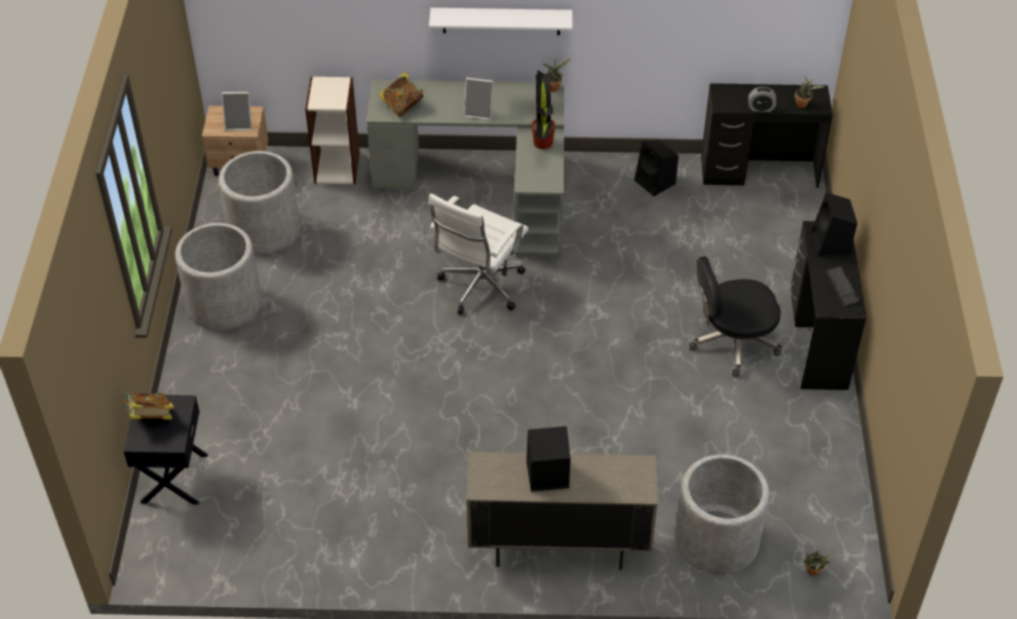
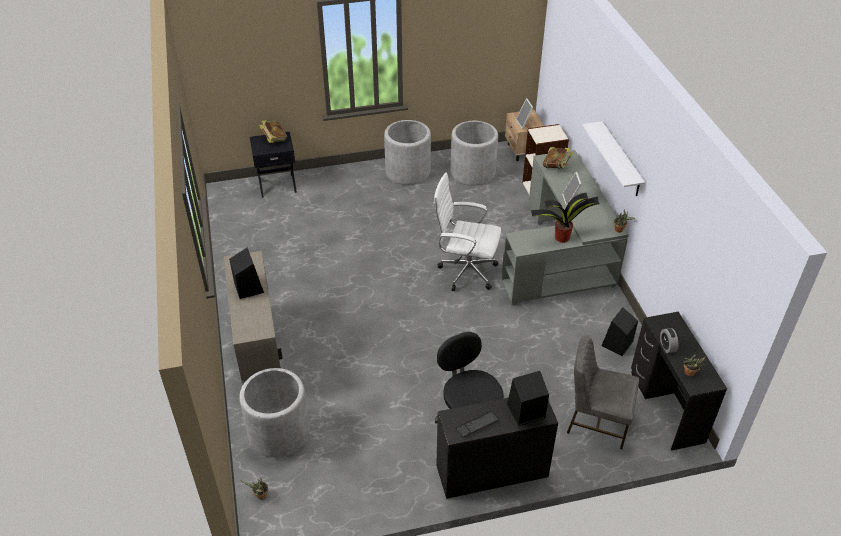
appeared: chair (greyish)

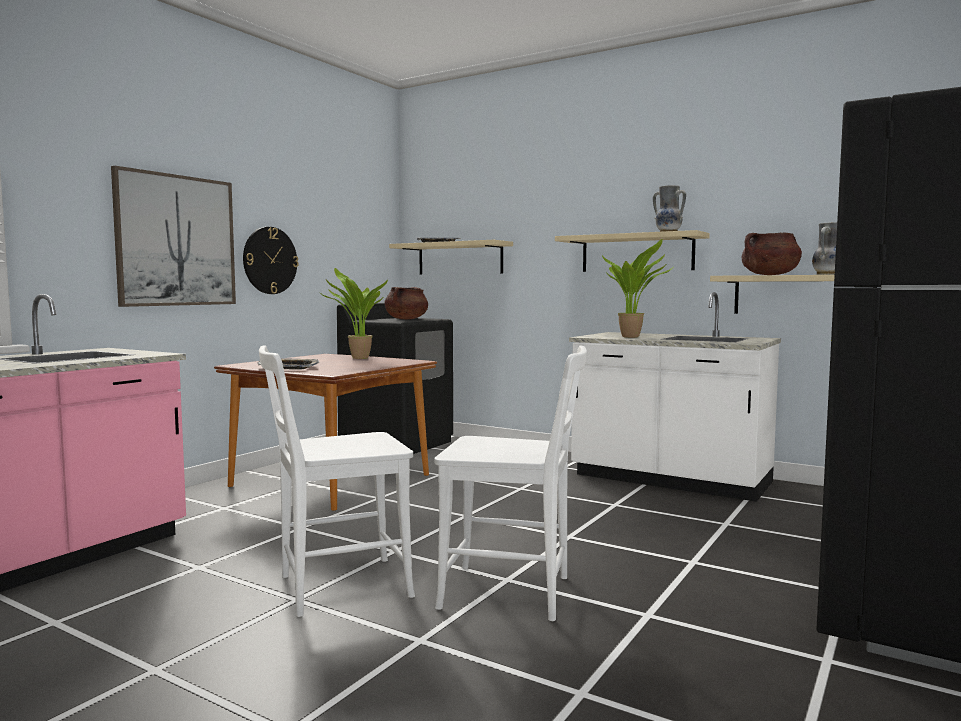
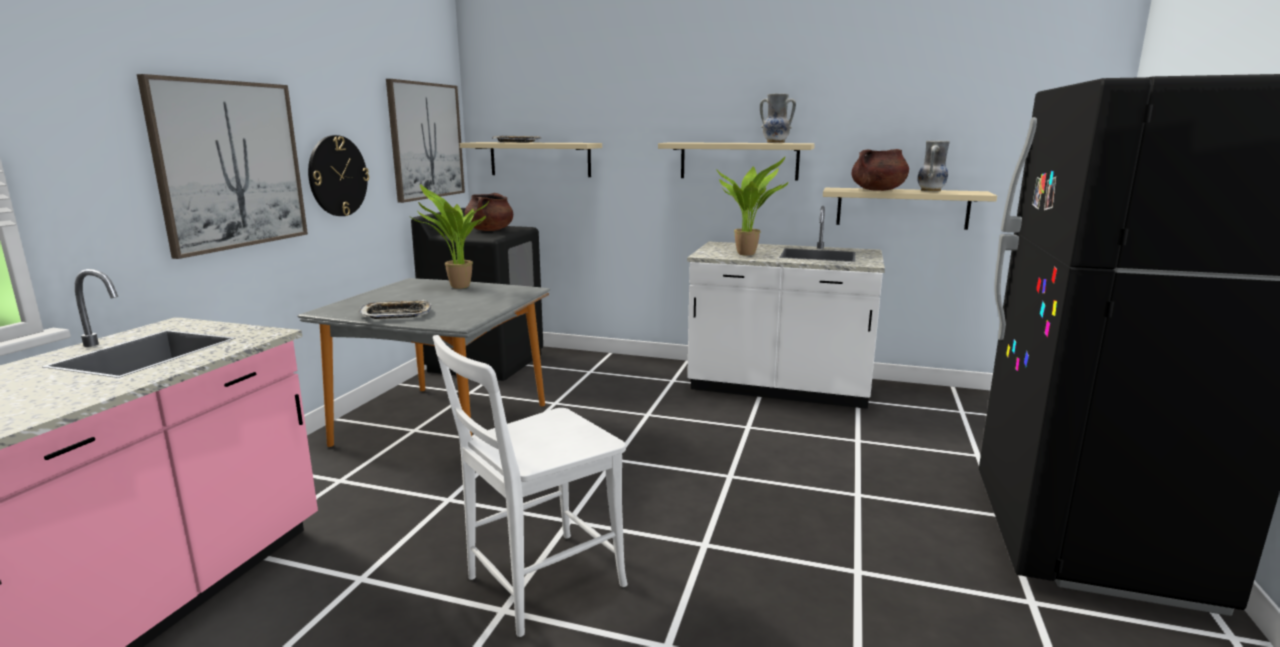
missing: chair (white) (no. 2 from left)
appeared: picture (no. 2 from left)
colour: dinner table (brown) to dinner table (greyish)

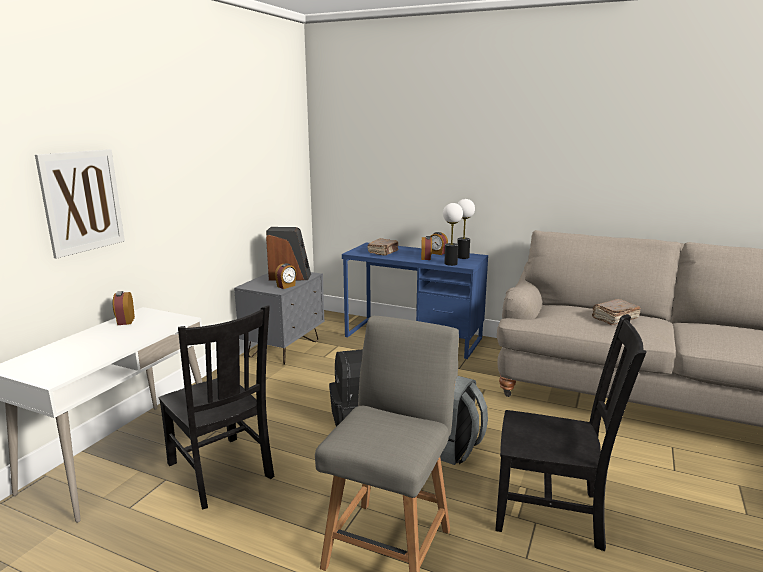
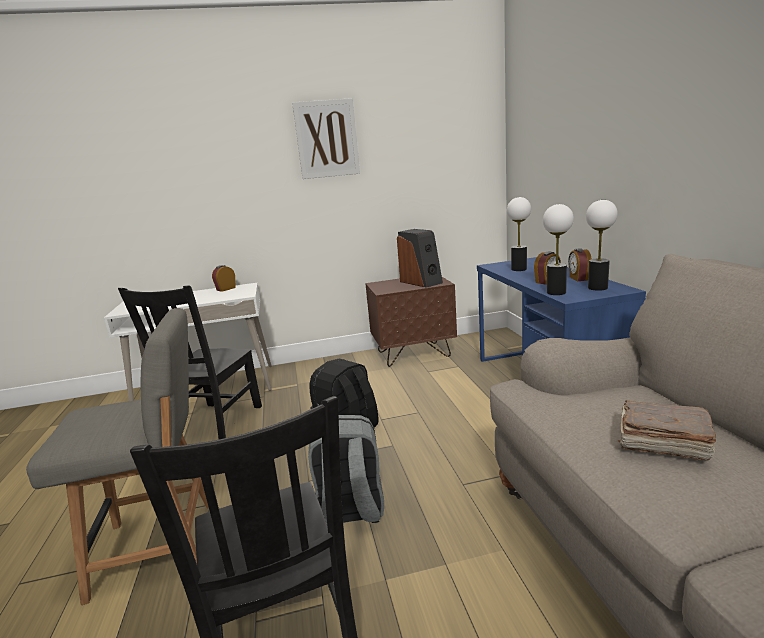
missing: table clock (no. 2 from left)
relocated: picture
exchanged: bound book (brown) (no. 1 from left) to lamp for a table (no. 1 from left)
colour: nightstand (greyish) to nightstand (brown)

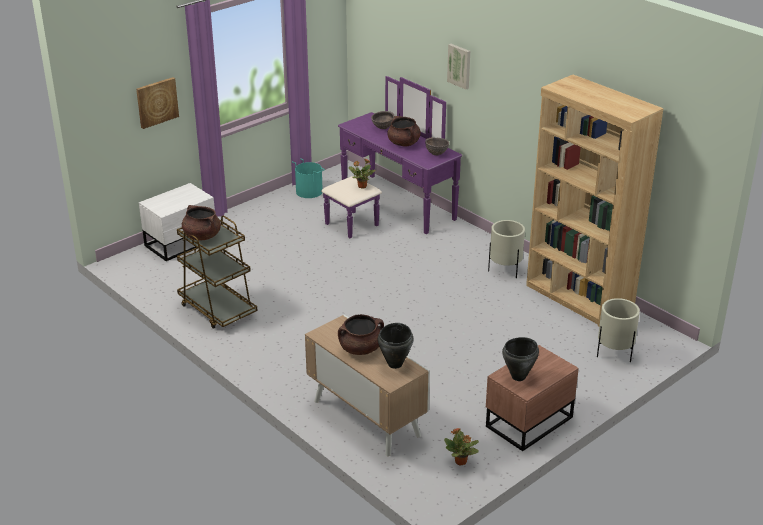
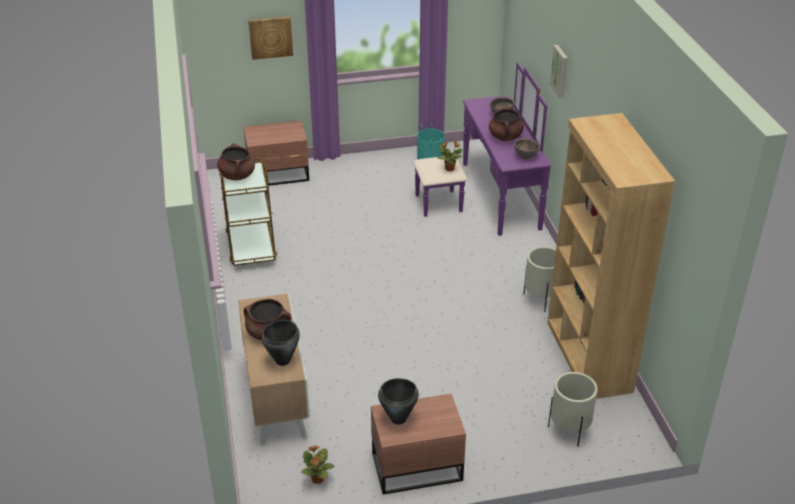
colour: nightstand (white) to nightstand (brown) (no. 1 from left)

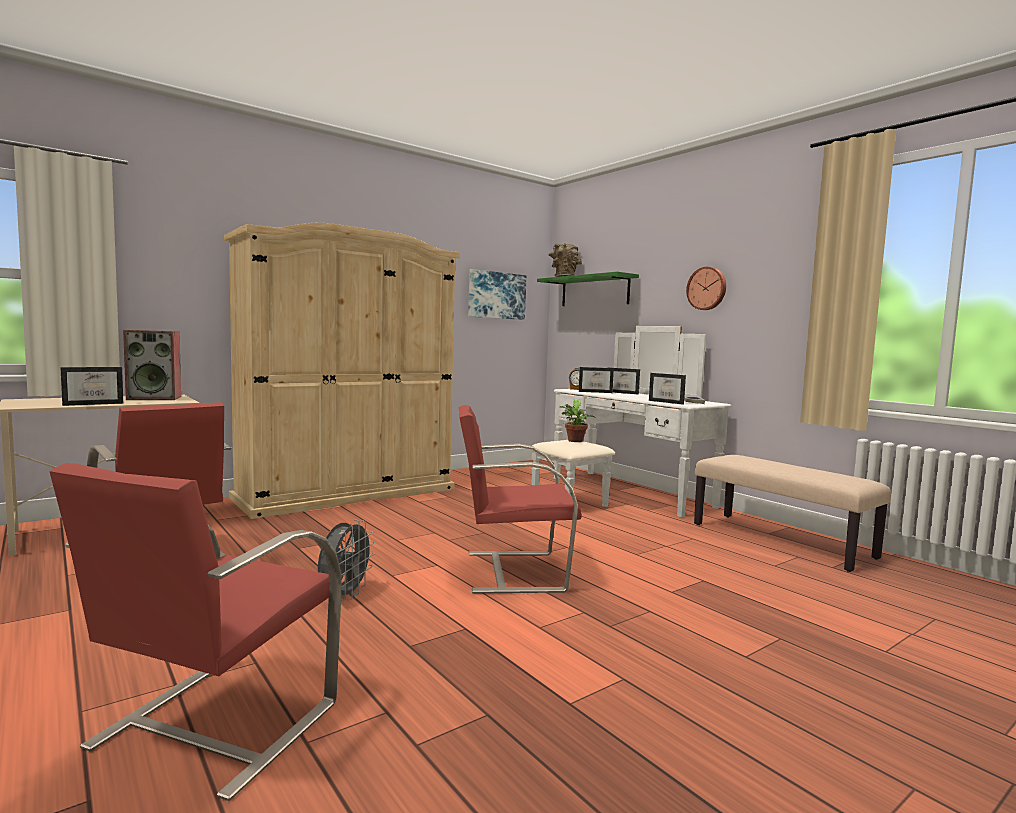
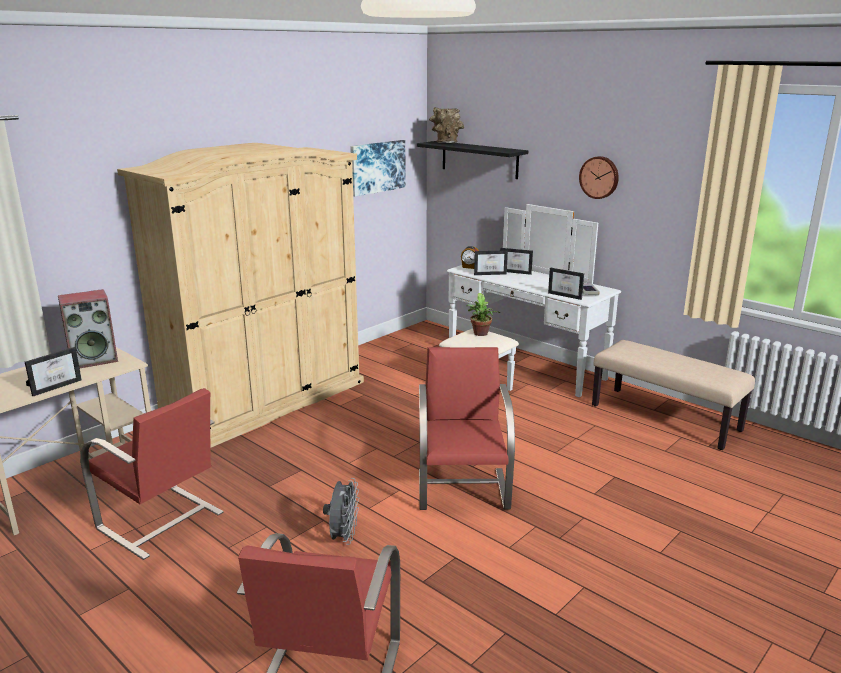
colour: bracket shelf (greenish) to bracket shelf (black-coloured)
spun: chair (red) (no. 3 from left) 105 degrees clockwise

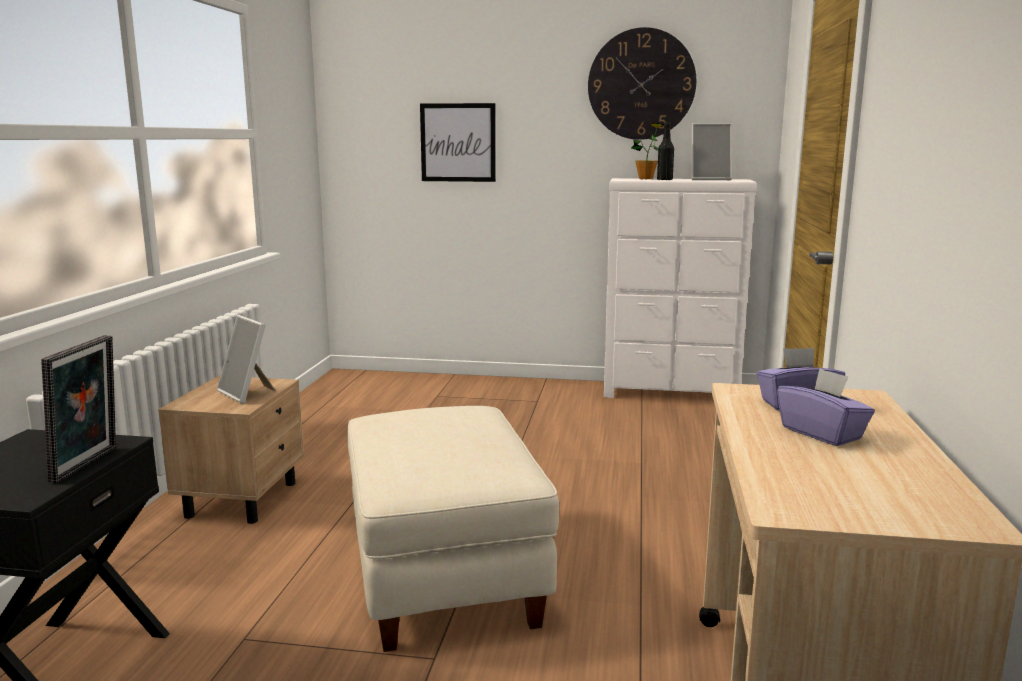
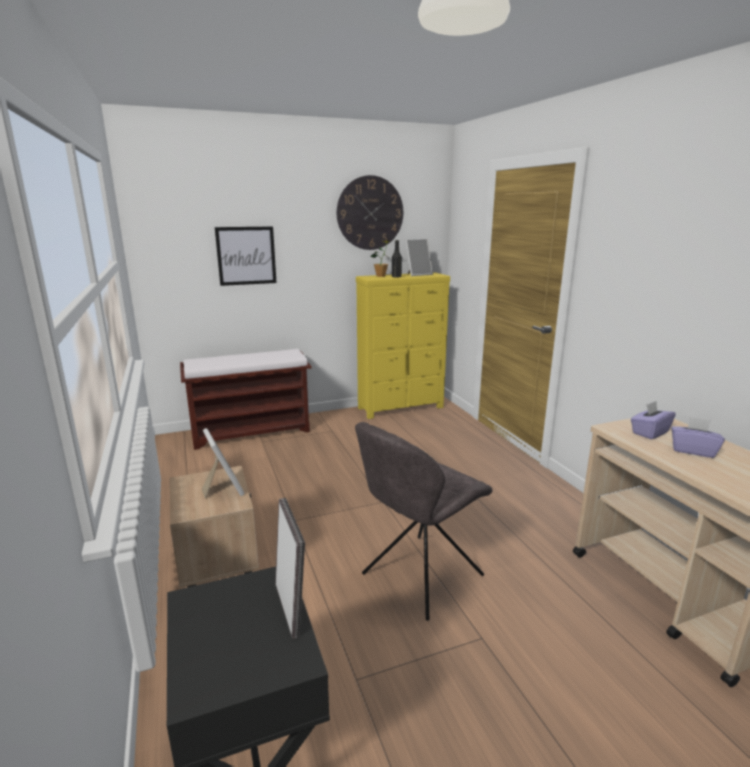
appeared: bench (brown)
exchanged: pouffe (beige-coloured) to chair (greyish)
colour: chest of drawers (white) to chest of drawers (yellow-coloured)
spun: picture frame (no. 2 from left in the first image) 135 degrees counterclockwise

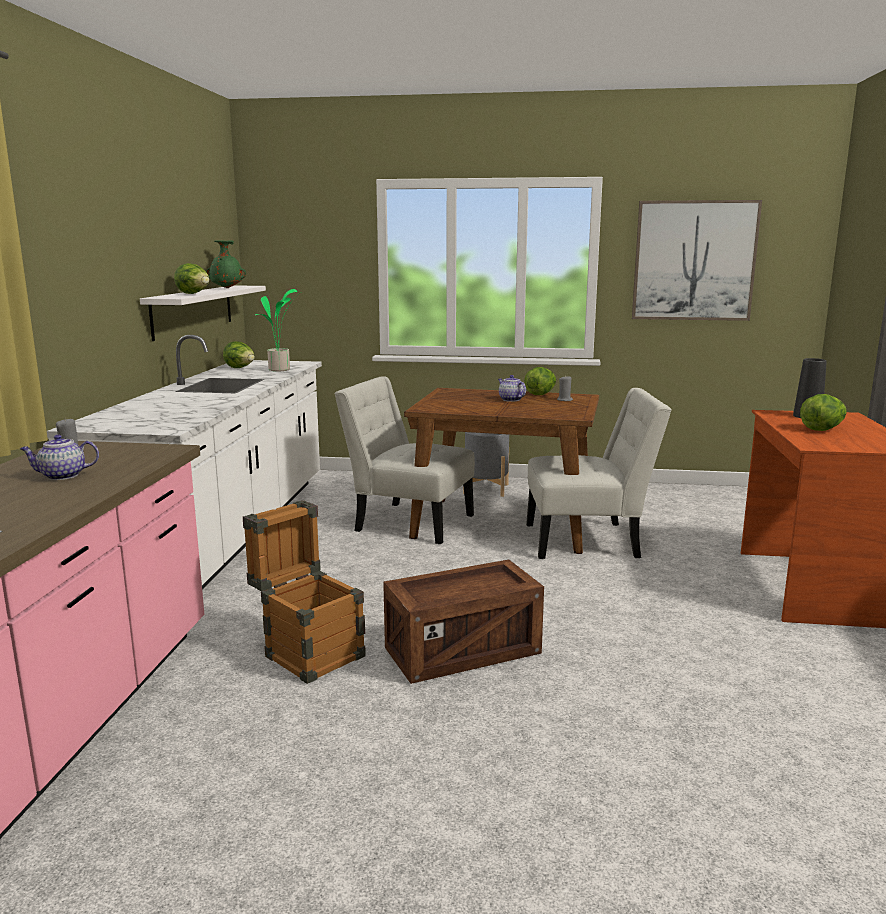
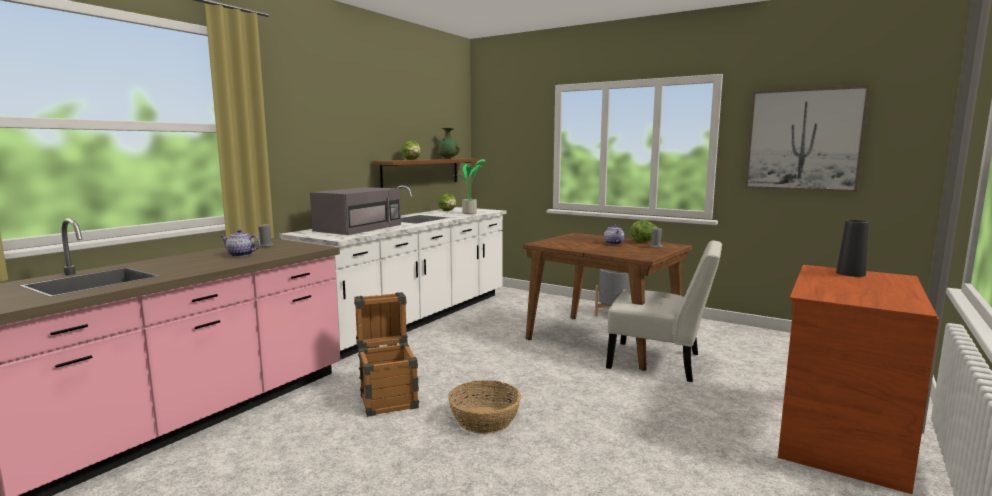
missing: chair (white) (no. 1 from left); head of lettuce (no. 4 from left)
appeared: microwave (greyish)
exchanged: crate (no. 2 from left) to household basket
colour: bracket shelf (white) to bracket shelf (brown)

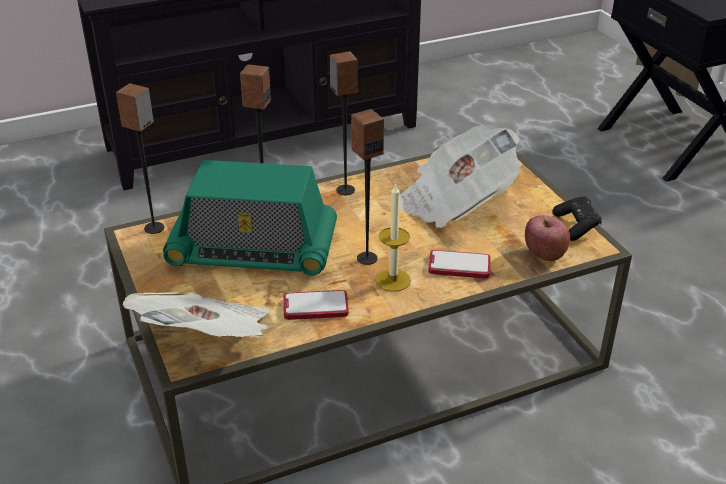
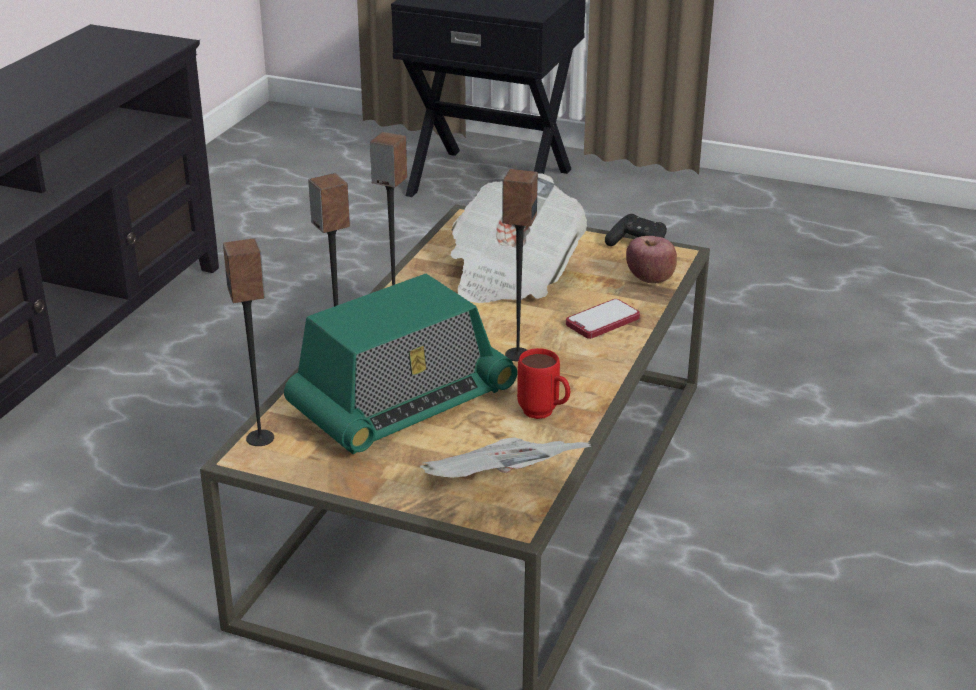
missing: wax candle
exchanged: phone (no. 1 from left) to mug (red)

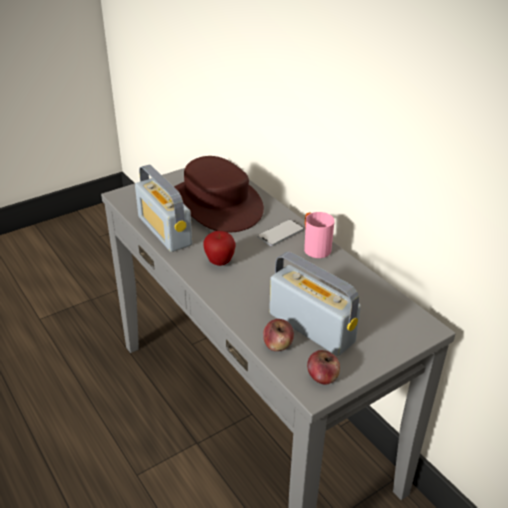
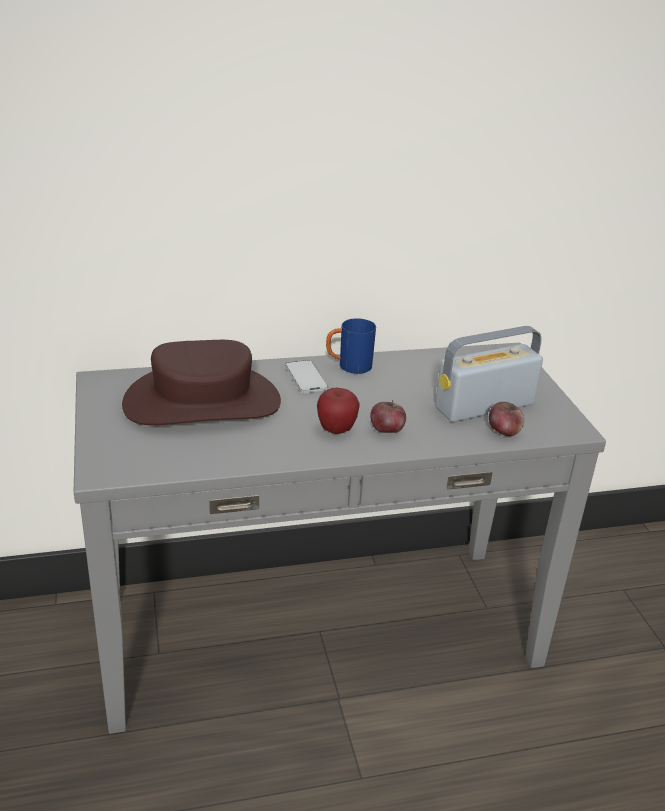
missing: radio set (no. 1 from left)
relocated: apple (no. 3 from left in the first image) to apple (no. 2 from left)
colour: mug (pinkish) to mug (blue)

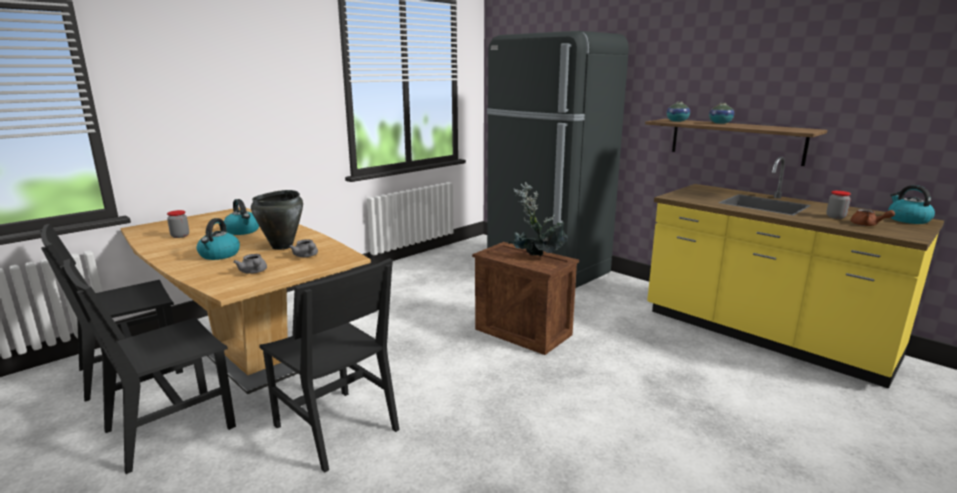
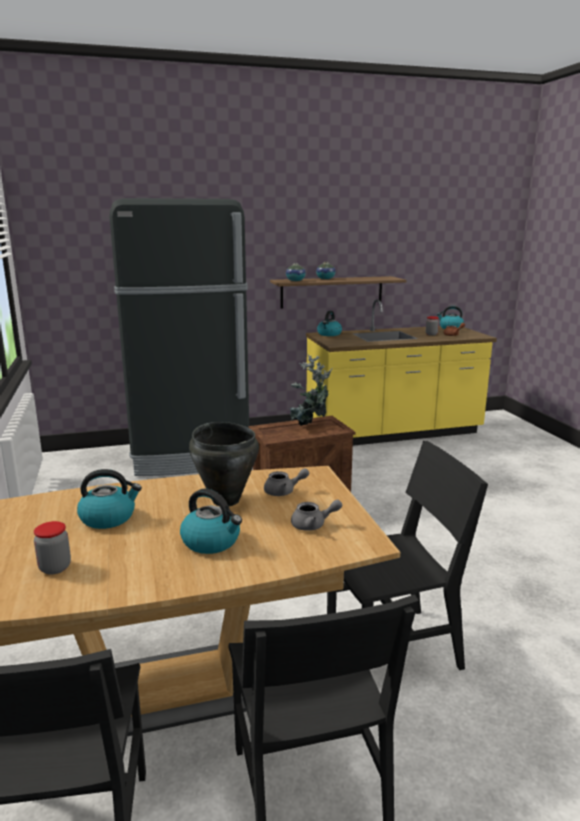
appeared: kettle (no. 3 from left)

